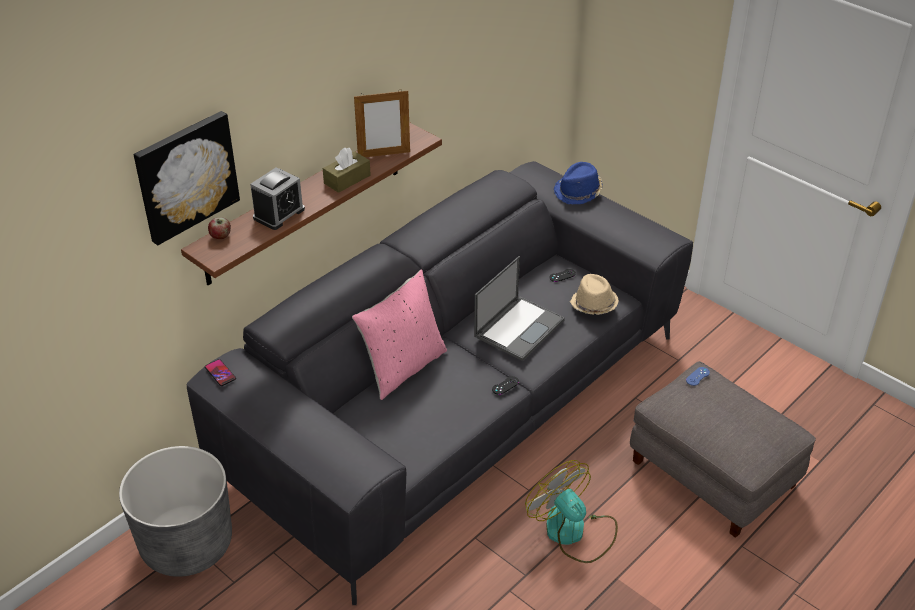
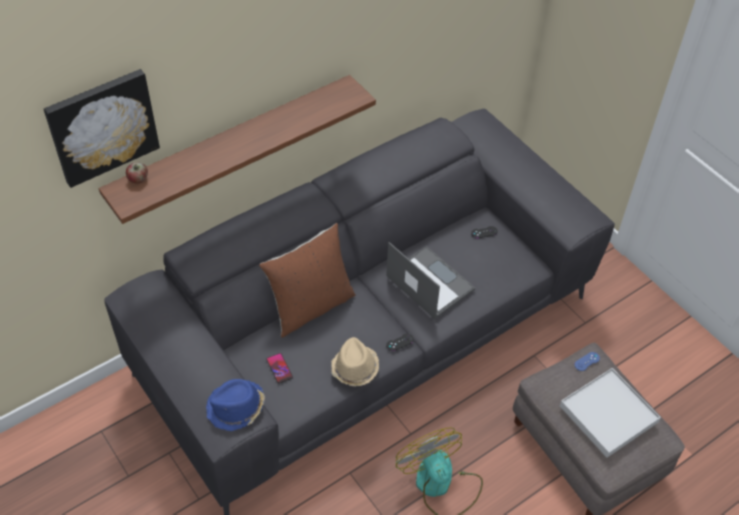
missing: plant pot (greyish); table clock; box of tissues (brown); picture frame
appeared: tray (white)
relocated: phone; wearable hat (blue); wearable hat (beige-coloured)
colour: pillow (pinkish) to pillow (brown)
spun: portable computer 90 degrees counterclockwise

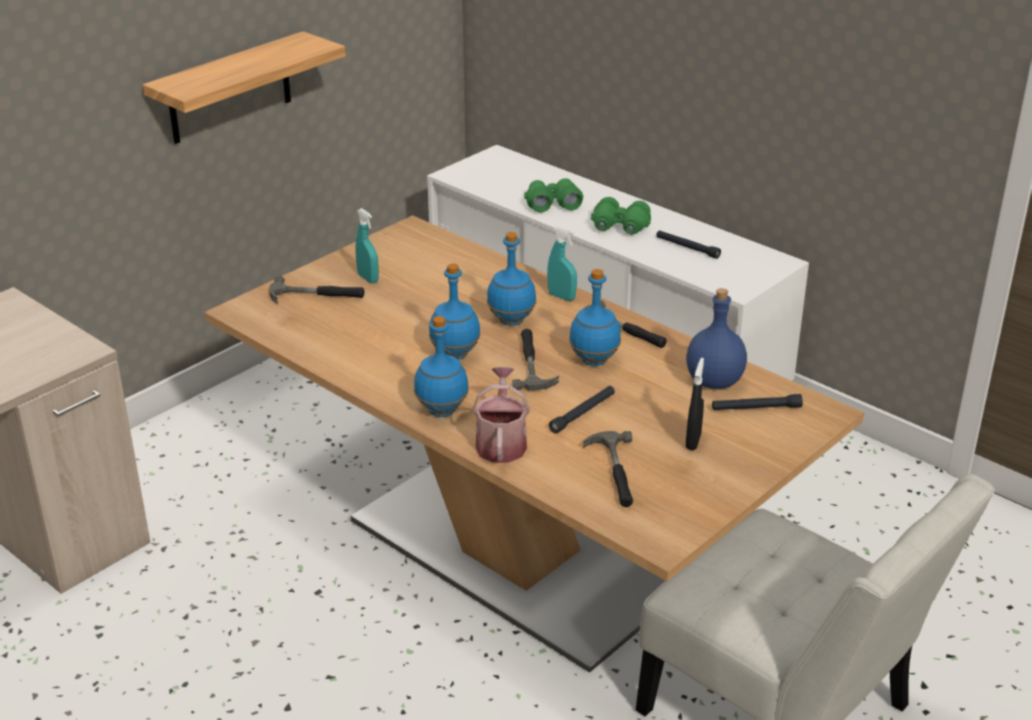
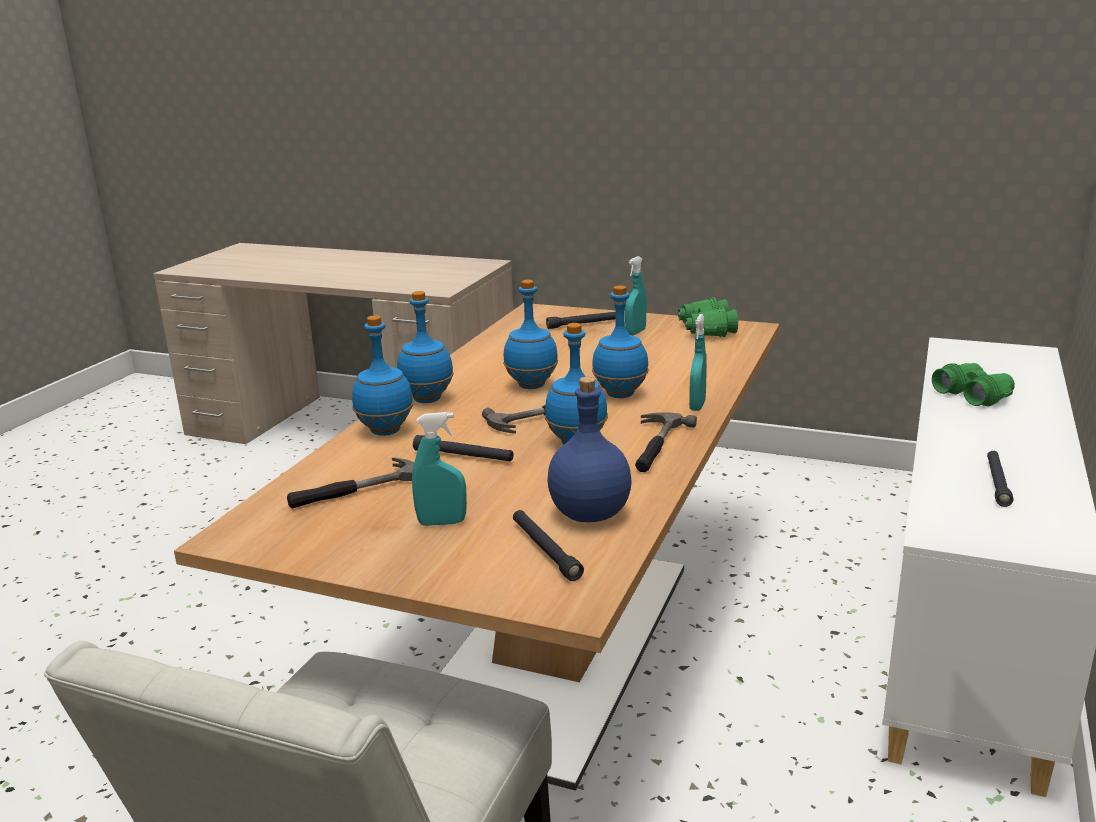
missing: bracket shelf
relocated: binoculars (greenish) (no. 2 from left in the first image) to binoculars (greenish) (no. 1 from left)
exchanged: hand hammer (no. 1 from left) to torch (black-coloured) (no. 3 from left); watering can to bottle (blue) (no. 1 from left)
colour: spray bottle (black-coloured) to spray bottle (turquoise) (no. 1 from left)

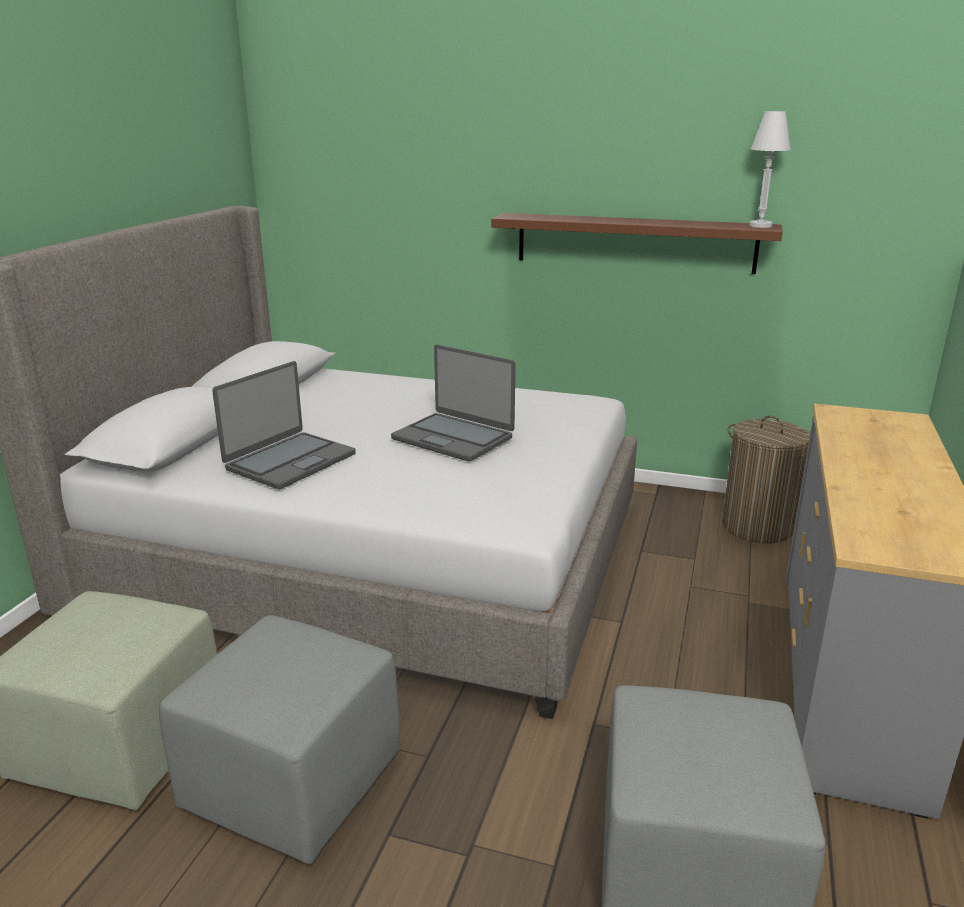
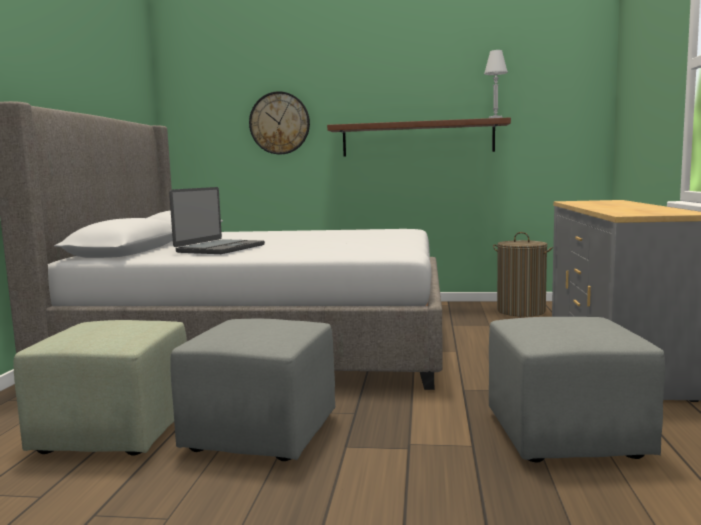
missing: portable computer (no. 2 from left)
appeared: hanging clock

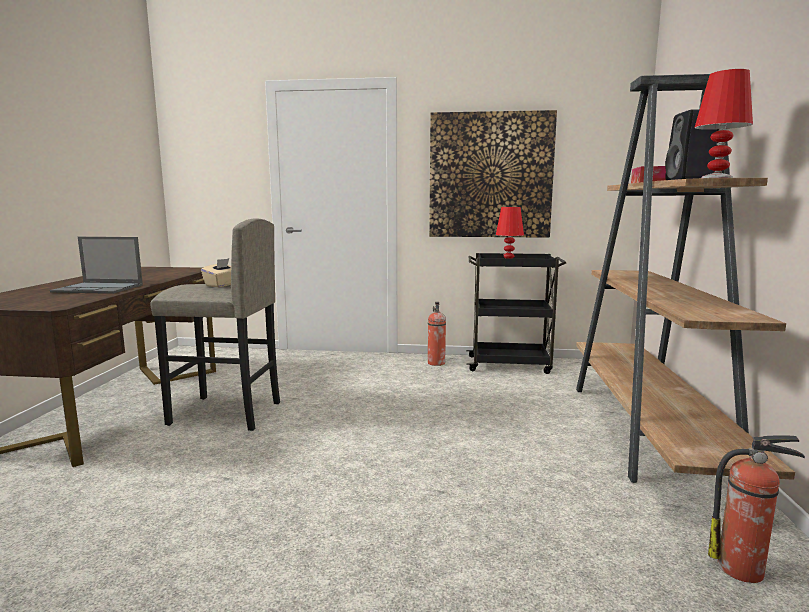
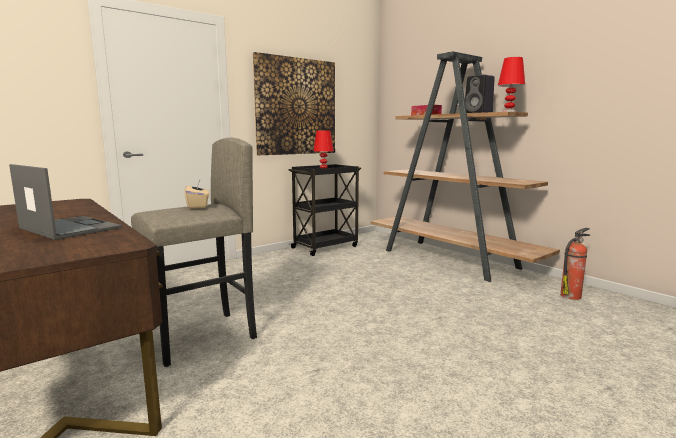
missing: extinguisher (no. 1 from left)
spun: portable computer 105 degrees counterclockwise

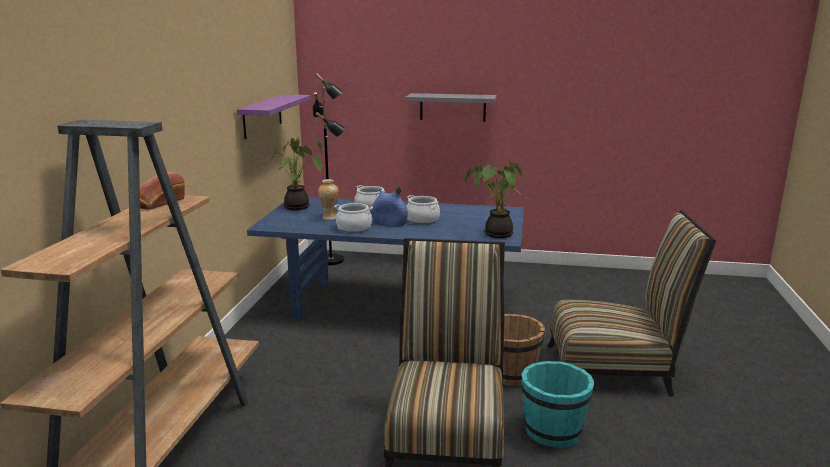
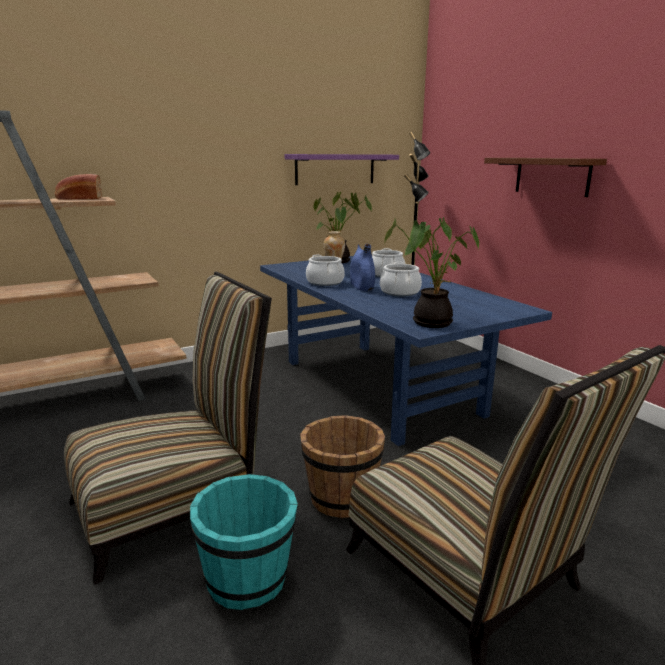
colour: bracket shelf (greyish) to bracket shelf (brown)

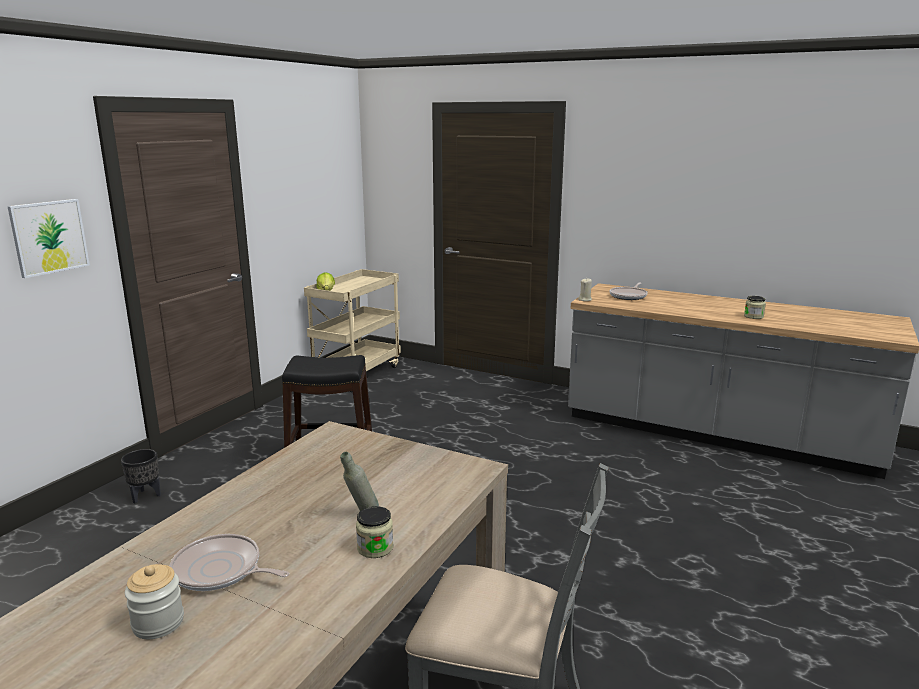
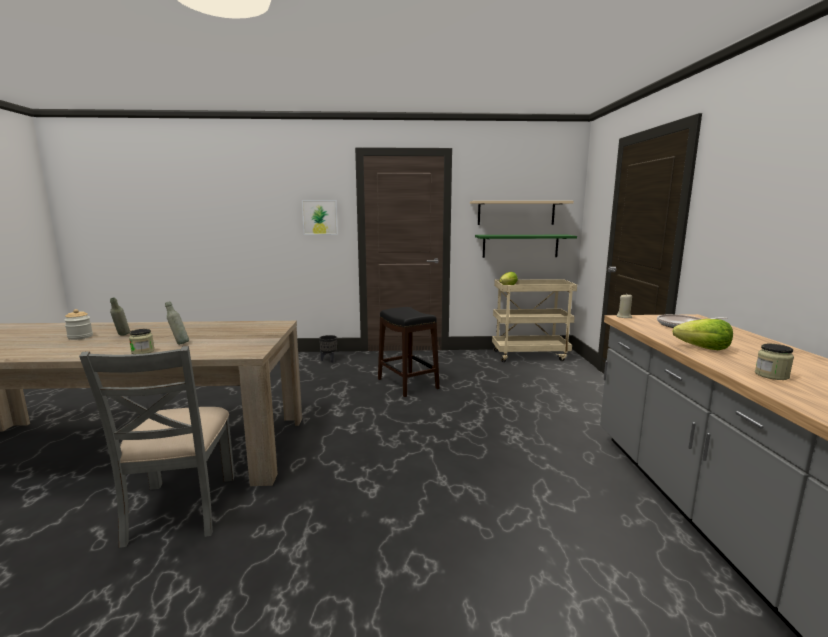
appeared: bracket shelf (beige-coloured); bracket shelf (greenish); head of lettuce (no. 2 from left)
exchanged: skillet (no. 1 from left) to bottle (greyish) (no. 1 from left)

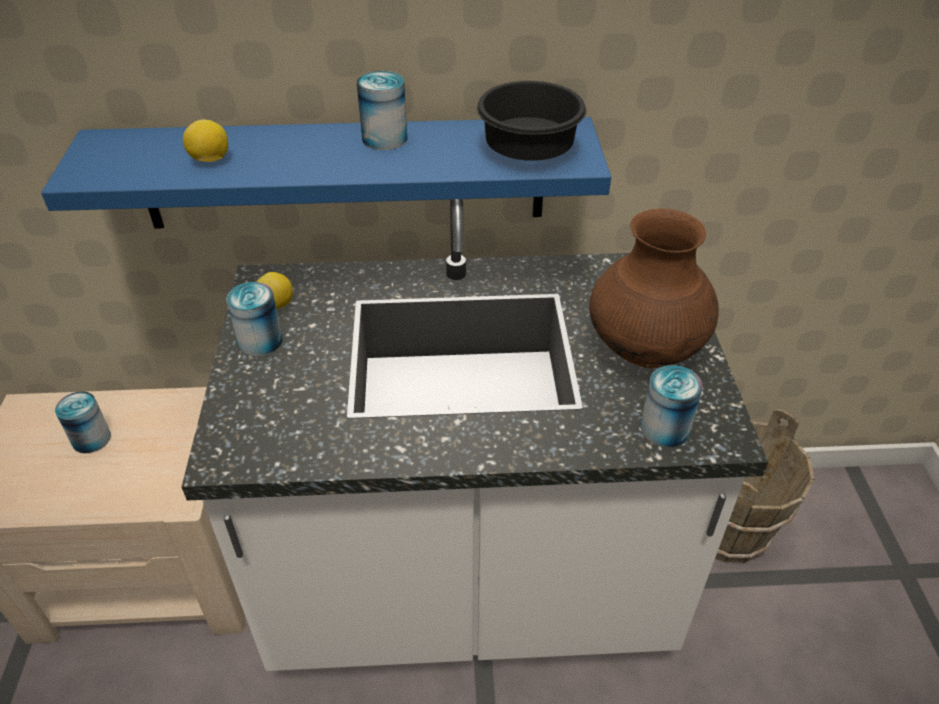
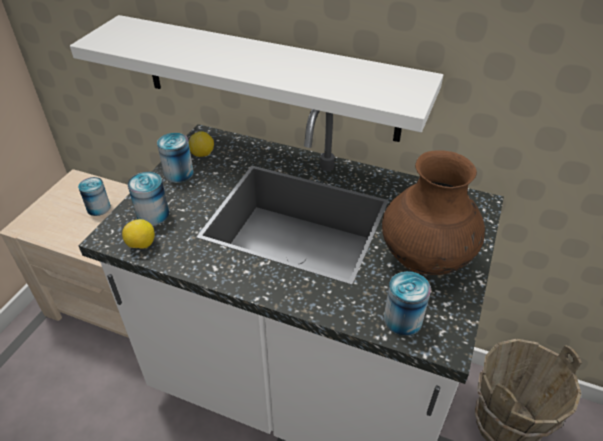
missing: bowl (black-coloured)
relocated: whole lemon (no. 1 from left); metal can (no. 3 from left in the first image) to metal can (no. 2 from left)
colour: bracket shelf (blue) to bracket shelf (white)

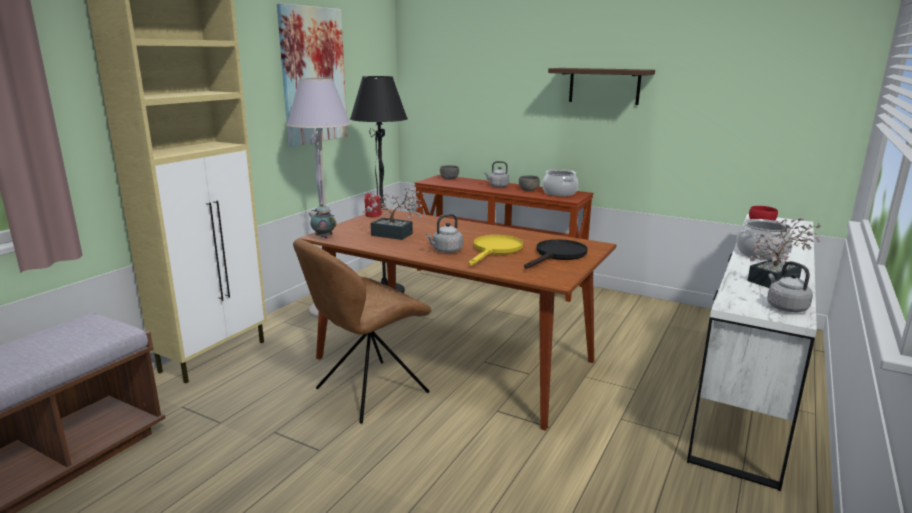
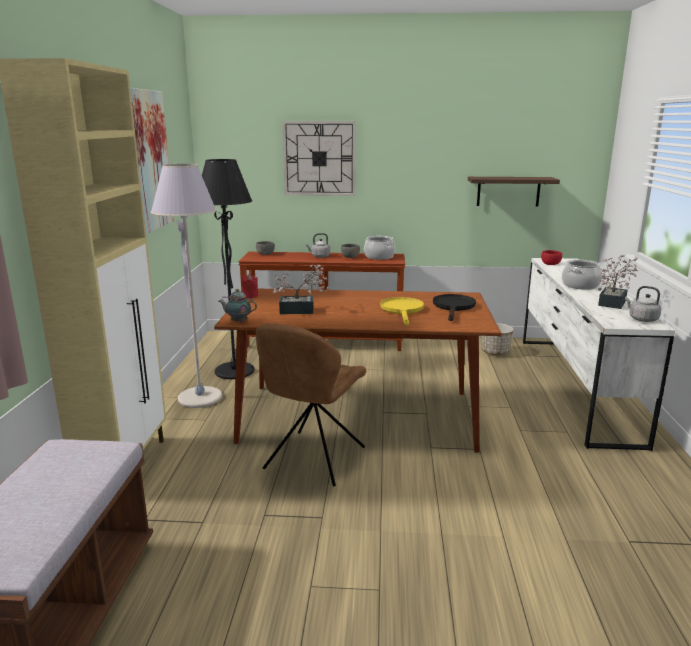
missing: kettle (greyish) (no. 1 from left)
appeared: hanging clock; plant pot
relocated: bracket shelf

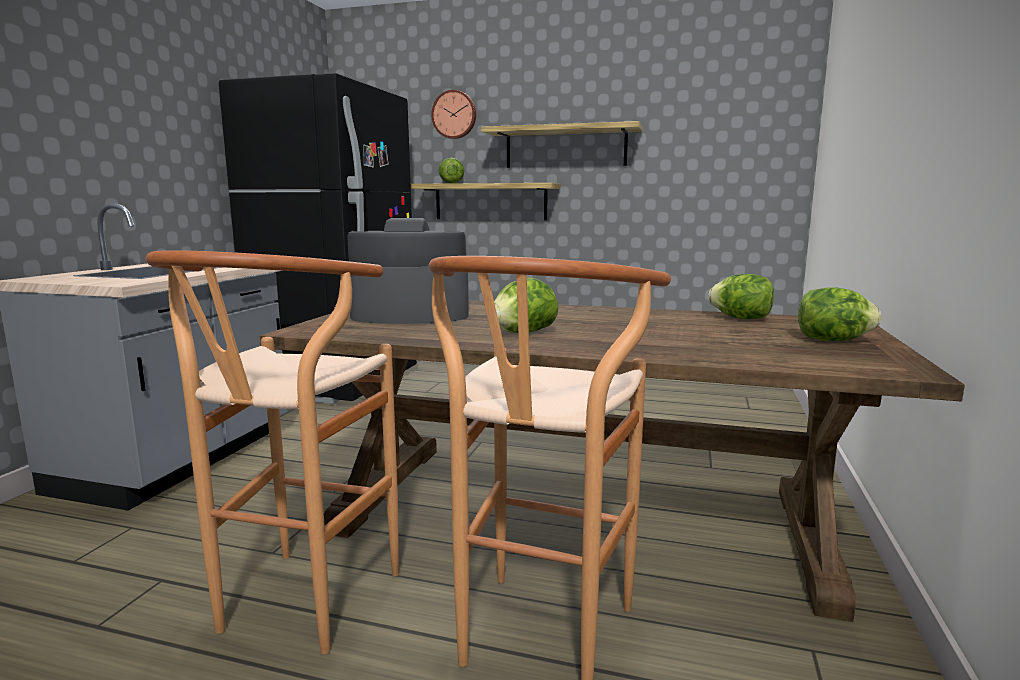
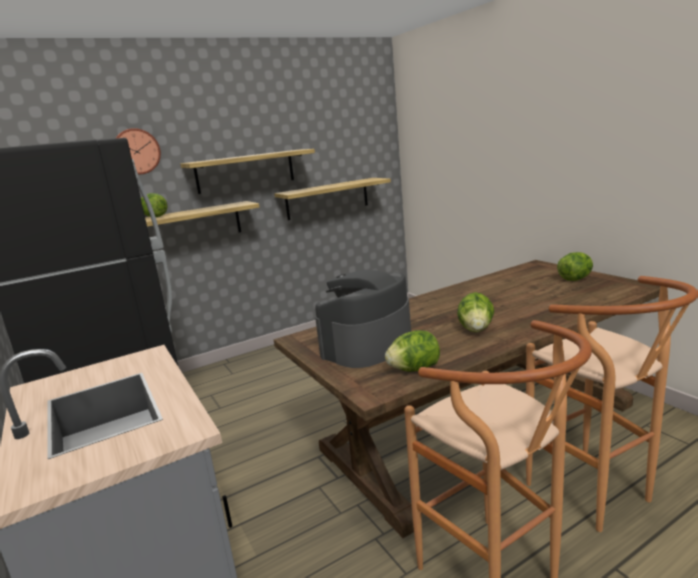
appeared: bracket shelf (no. 3 from left)
relocated: head of lettuce (no. 3 from left in the first image) to head of lettuce (no. 2 from left)

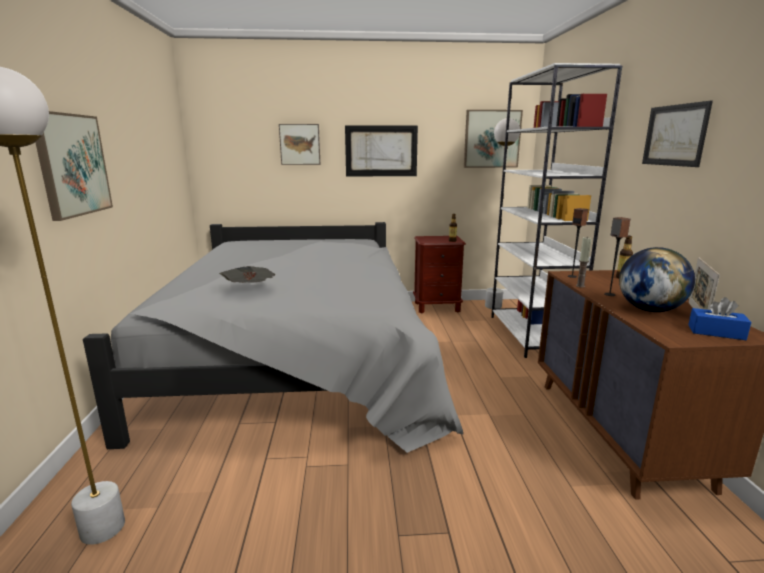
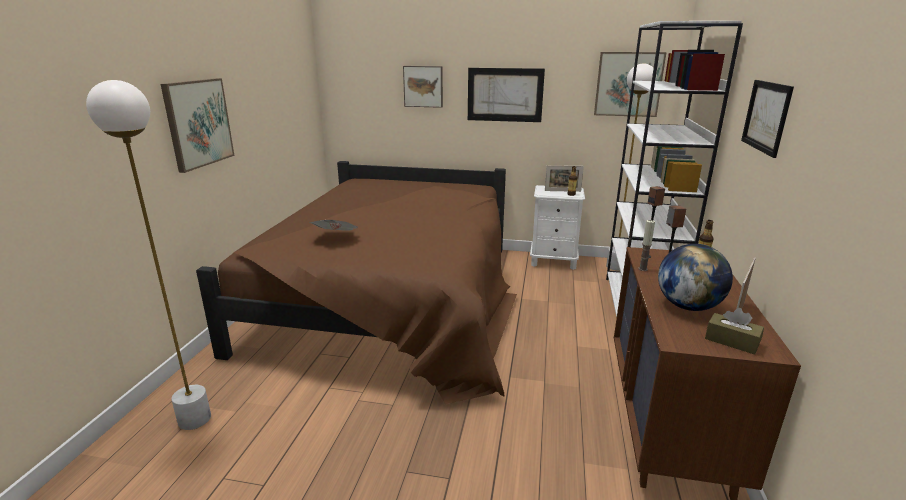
appeared: picture frame (no. 1 from left)
colour: bedroom bed (greyish) to bedroom bed (brown); nightstand (brown) to nightstand (white); box of tissues (blue) to box of tissues (brown)

